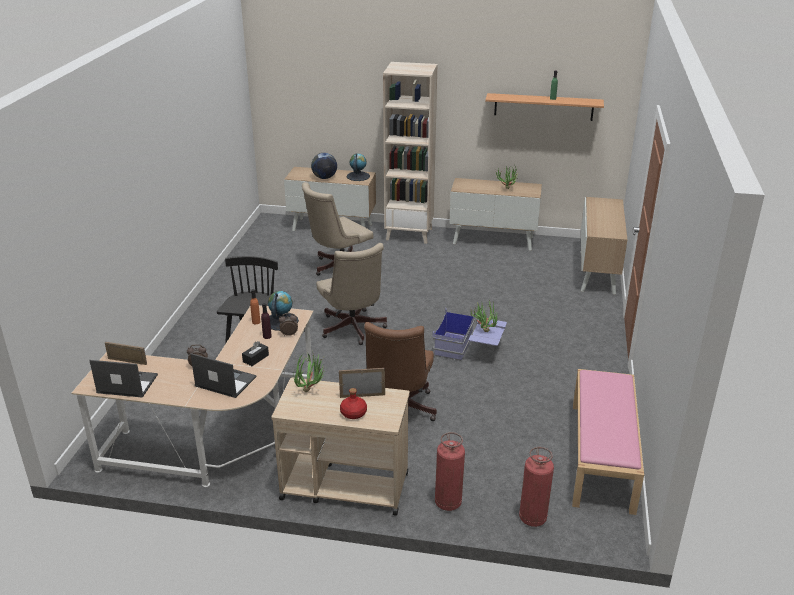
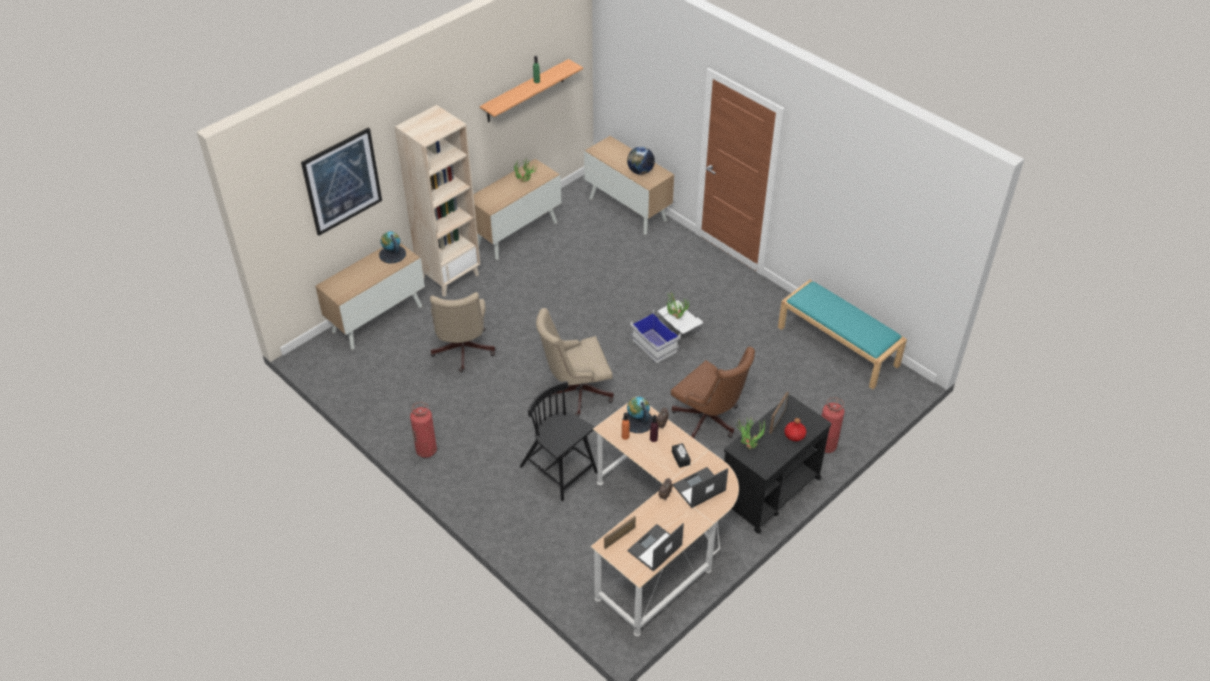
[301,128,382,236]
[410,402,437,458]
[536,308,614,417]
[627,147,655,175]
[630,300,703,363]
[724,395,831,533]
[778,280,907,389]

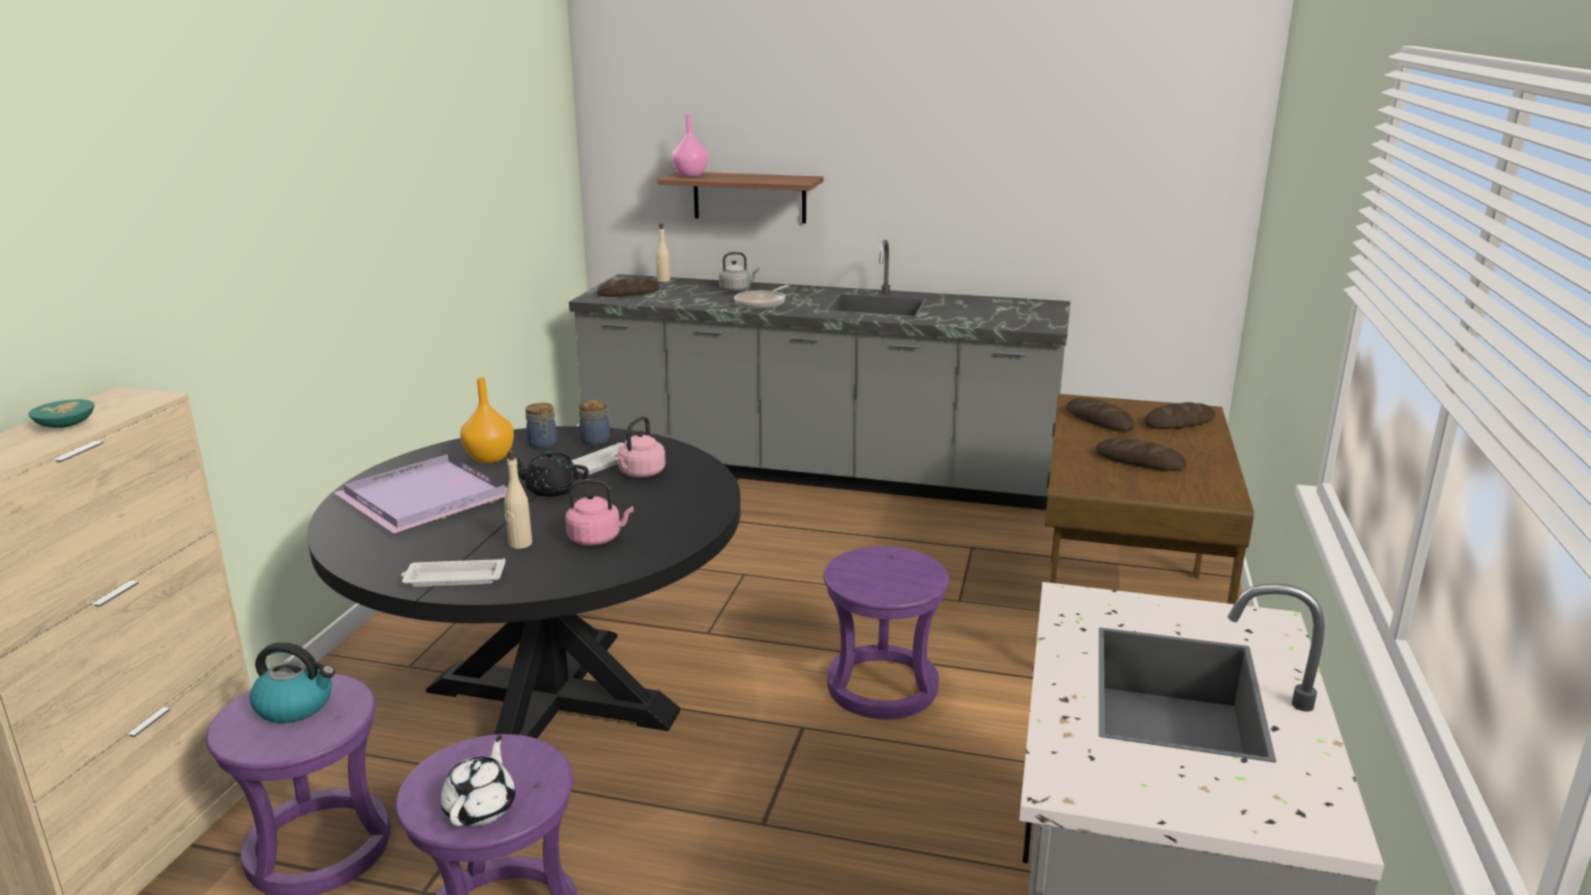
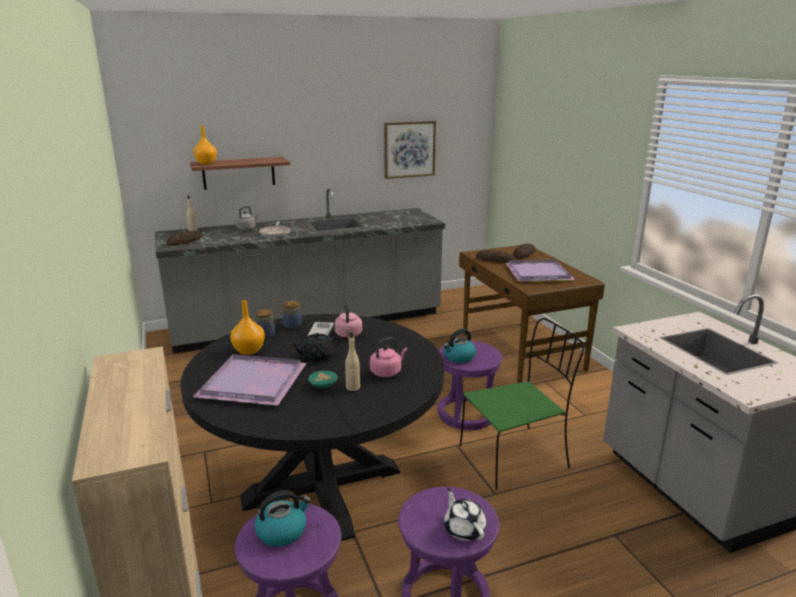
[193,126,217,164]
[308,371,338,388]
[384,121,436,179]
[443,329,476,363]
[460,318,585,490]
[505,259,575,282]
[401,558,506,587] (first image)

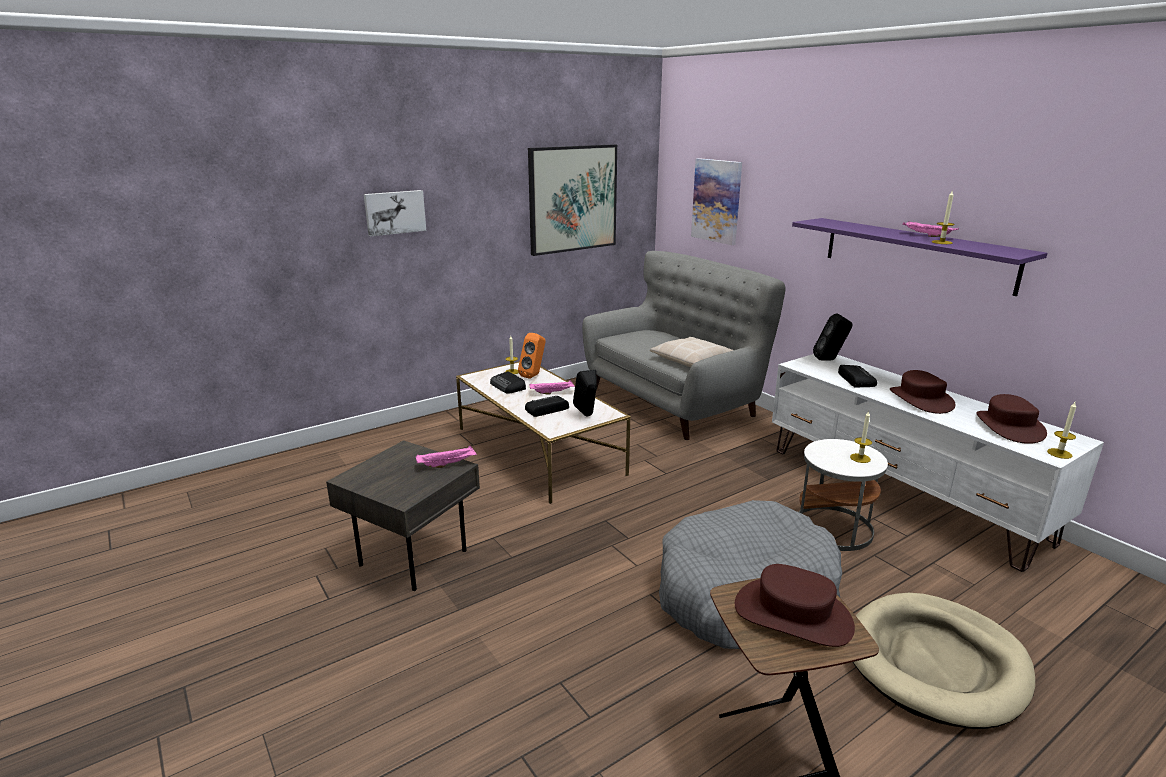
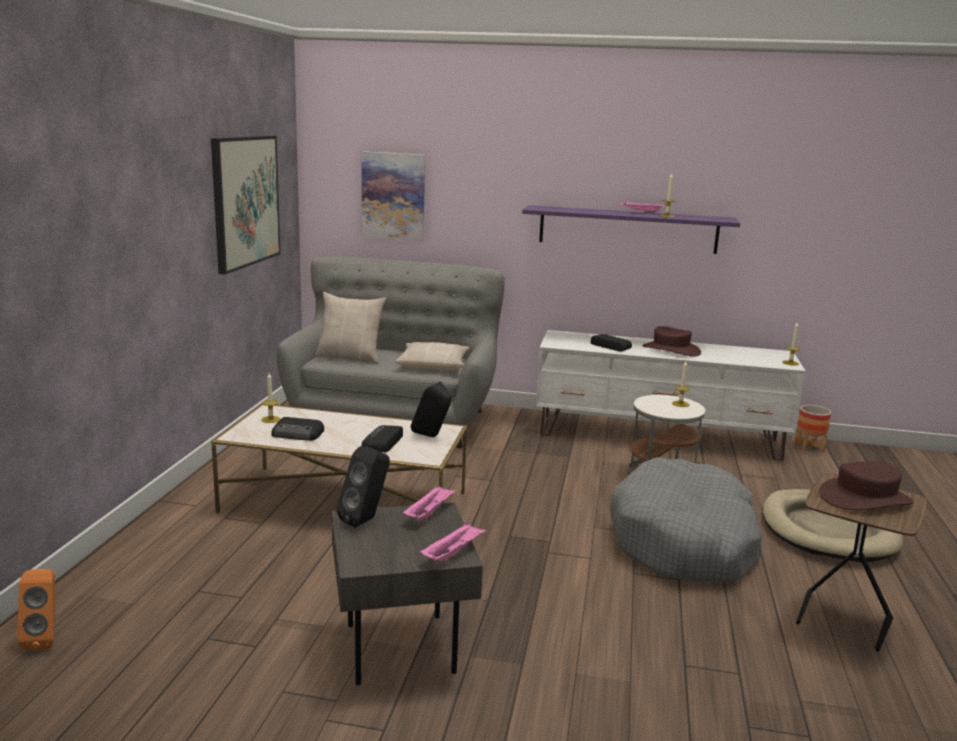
[17,569,55,651]
[315,292,386,363]
[337,446,390,528]
[420,522,487,562]
[794,405,831,452]
[364,190,426,237] (first image)
[976,394,1047,444] (first image)

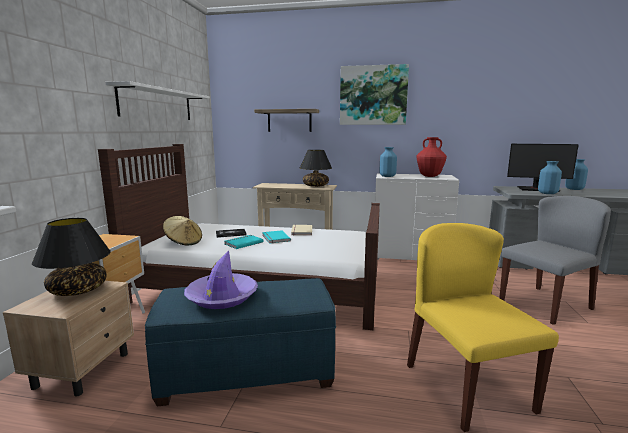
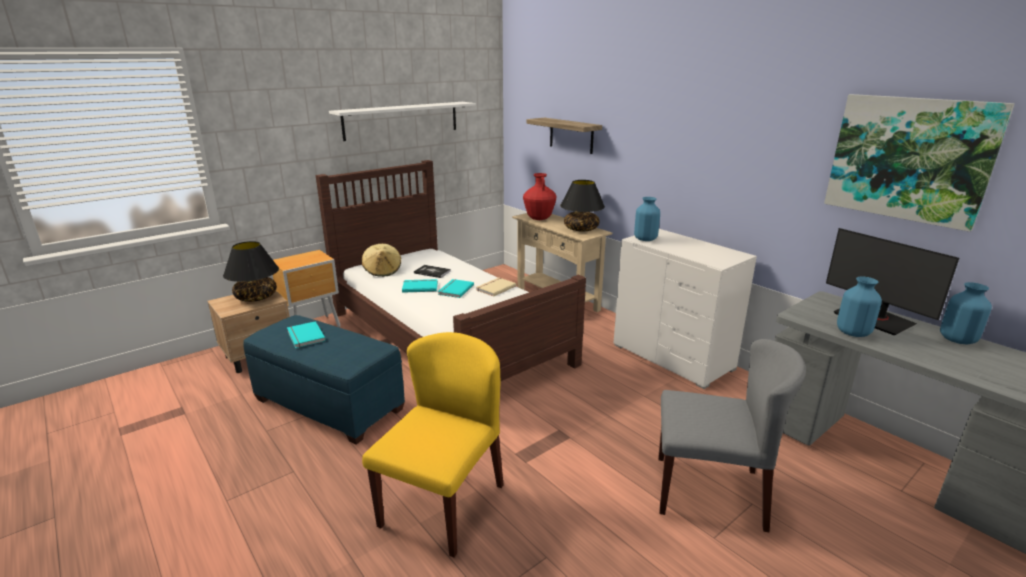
[287,321,326,348]
[523,173,556,220]
[824,94,1015,232]

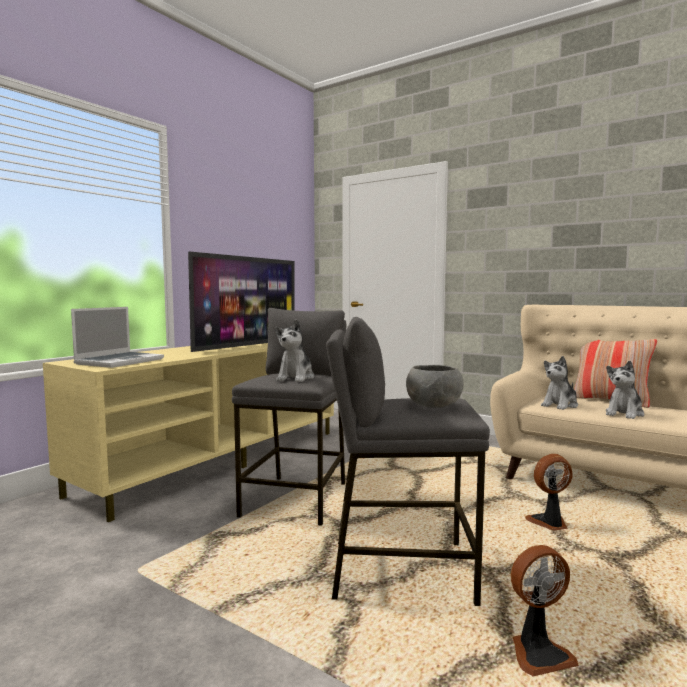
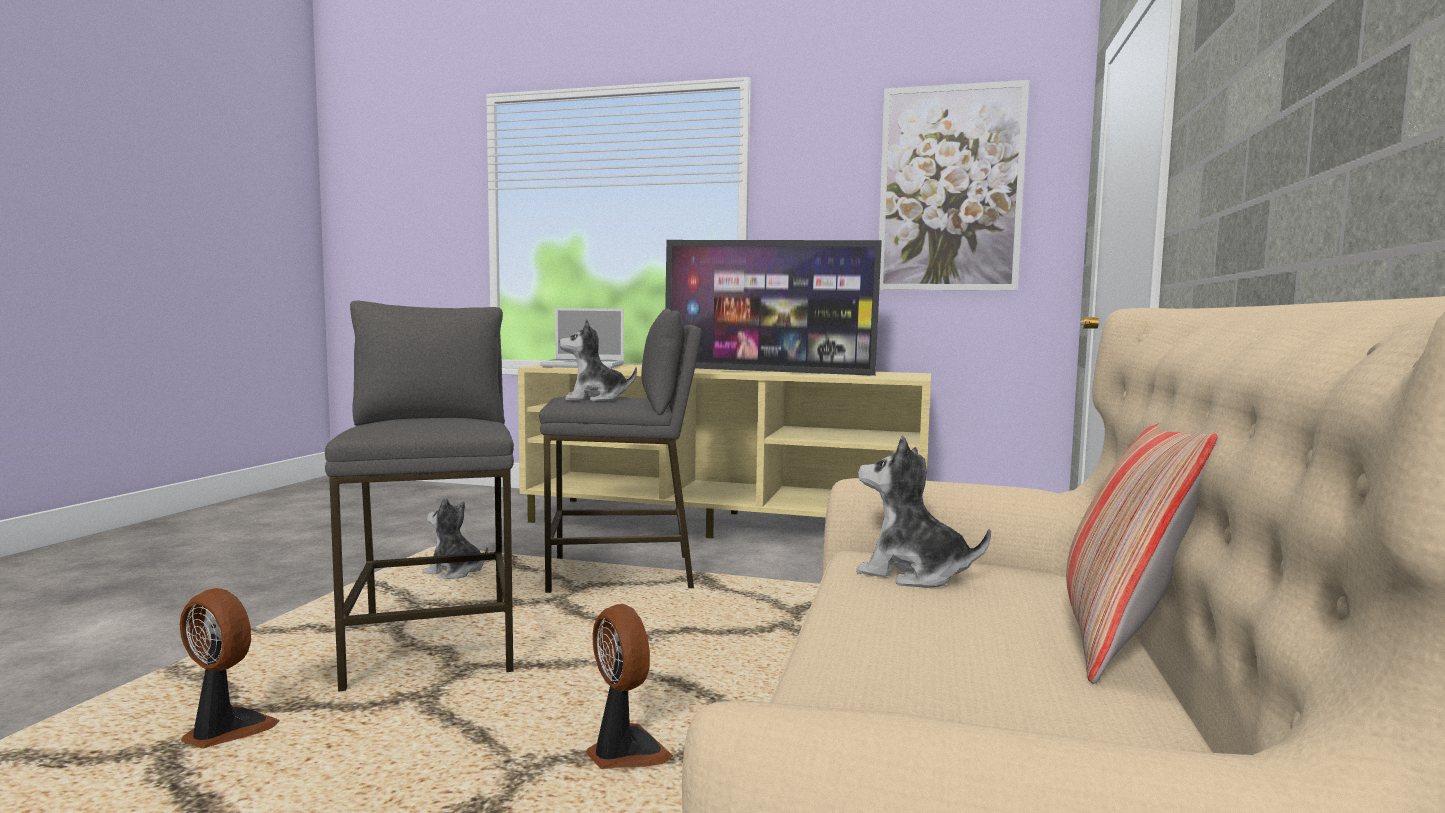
[180,588,280,749]
[423,497,488,579]
[879,80,1029,290]
[406,365,464,408] (first image)

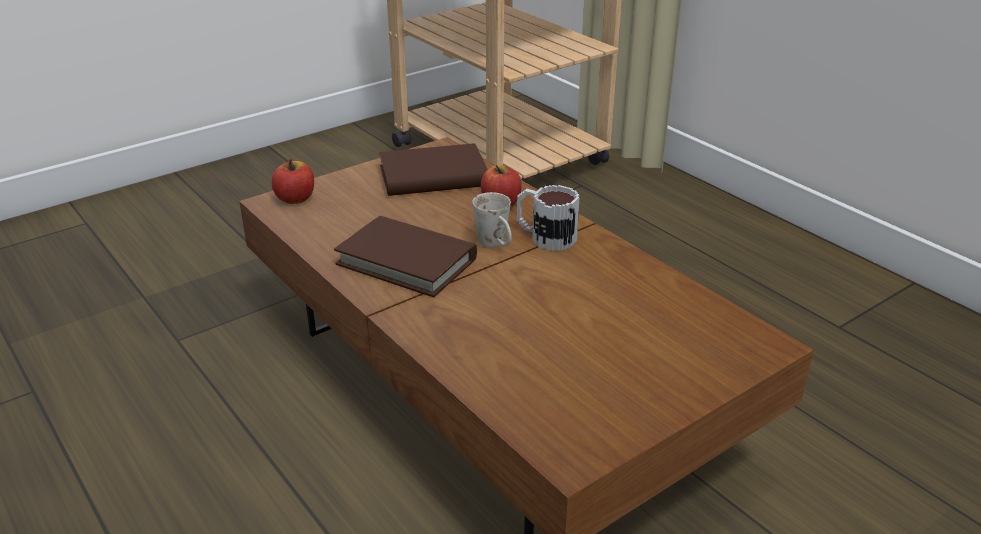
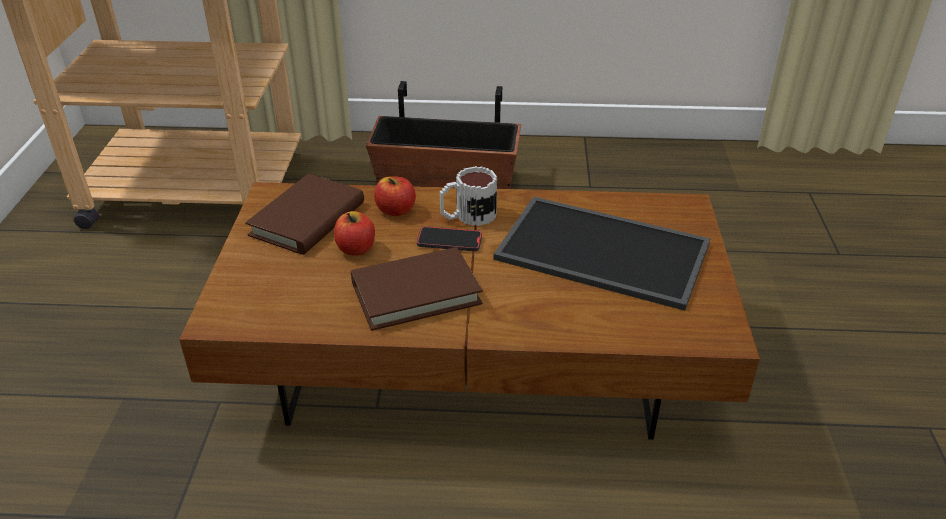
[334,211,375,256]
[366,81,521,189]
[417,226,482,251]
[493,197,710,311]

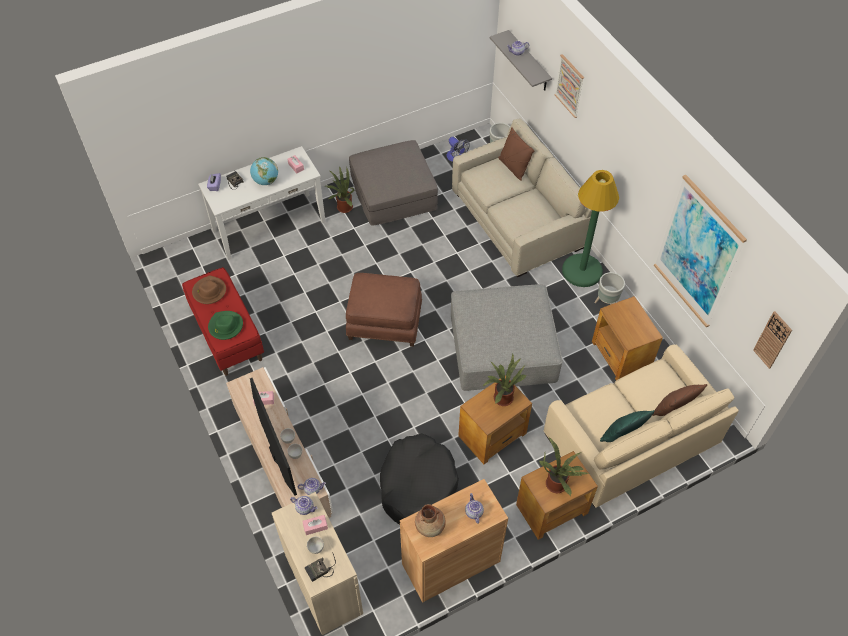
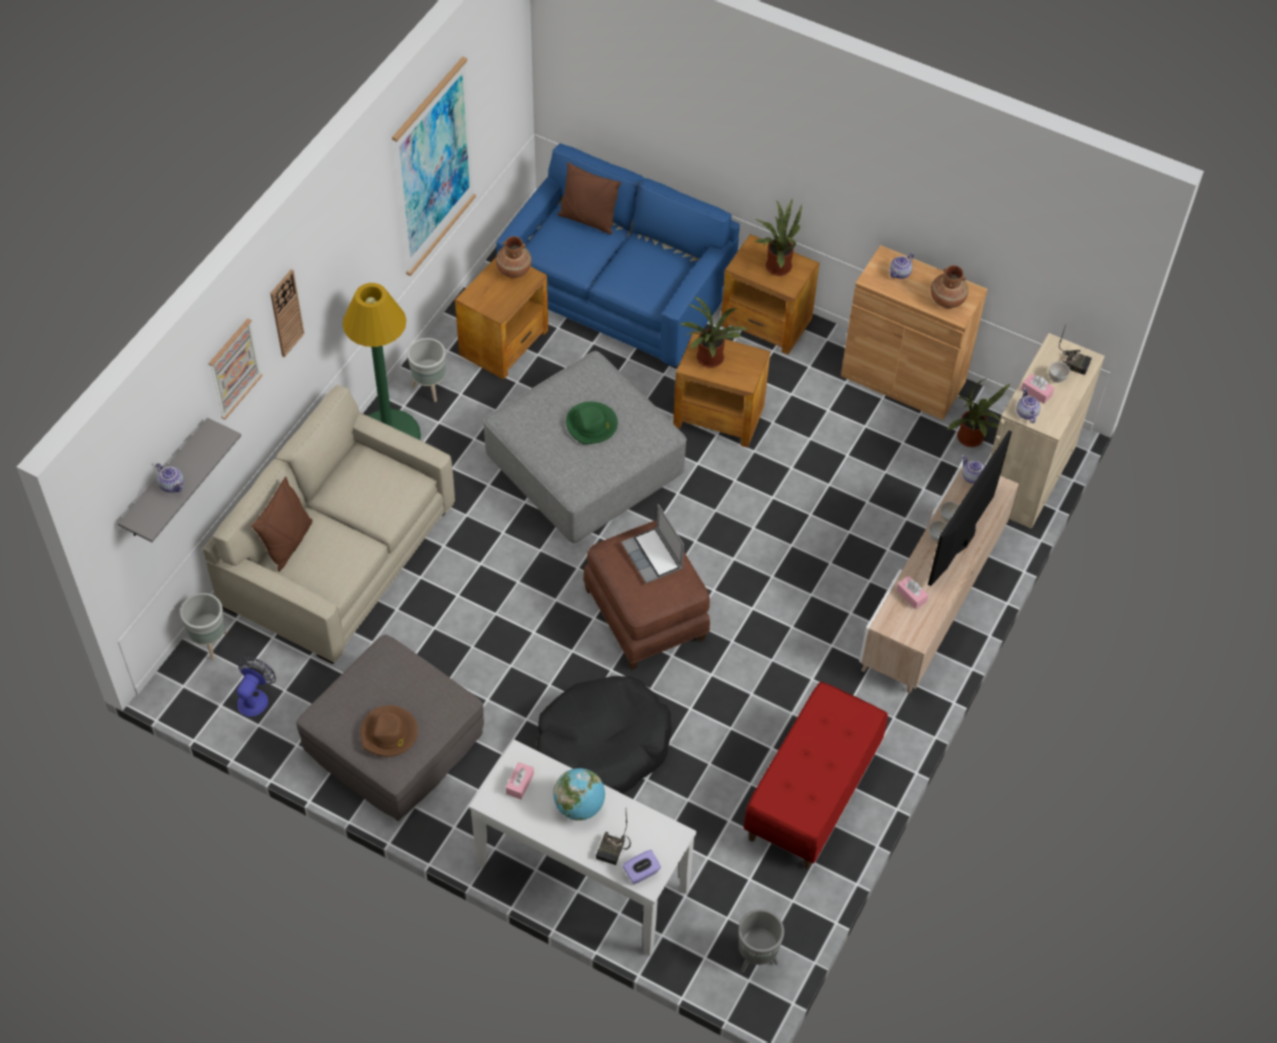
[270,269,304,357]
[360,705,418,757]
[496,143,740,369]
[496,236,532,278]
[536,676,672,794]
[566,402,618,444]
[621,504,684,584]
[738,909,784,973]
[947,377,1010,447]
[600,410,655,442] (first image)

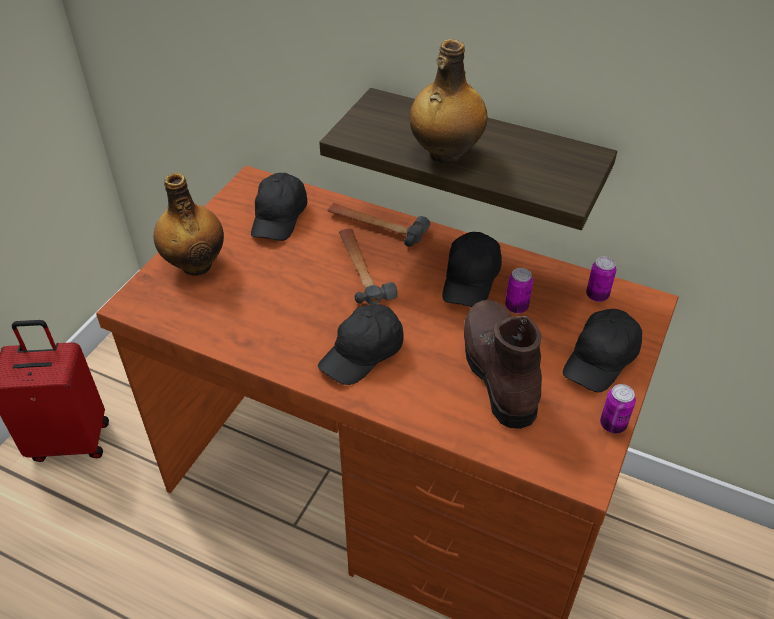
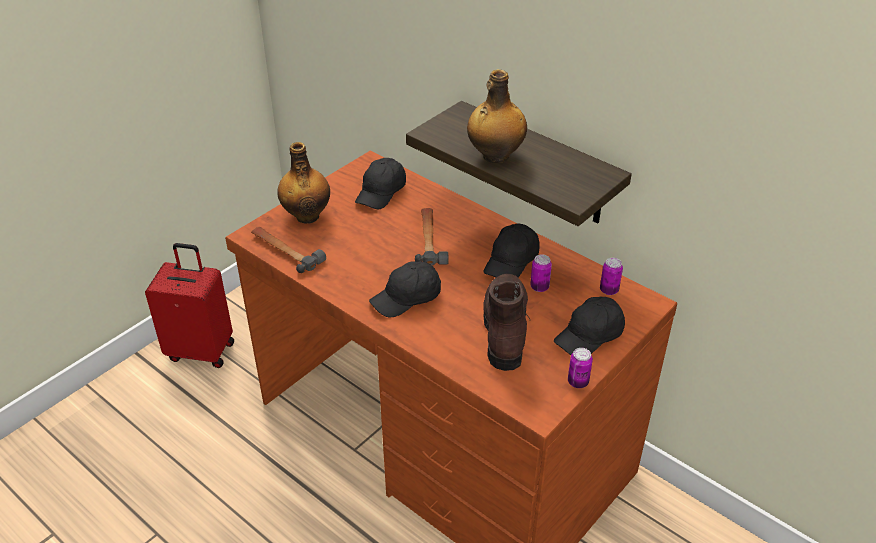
[251,227,326,273]

